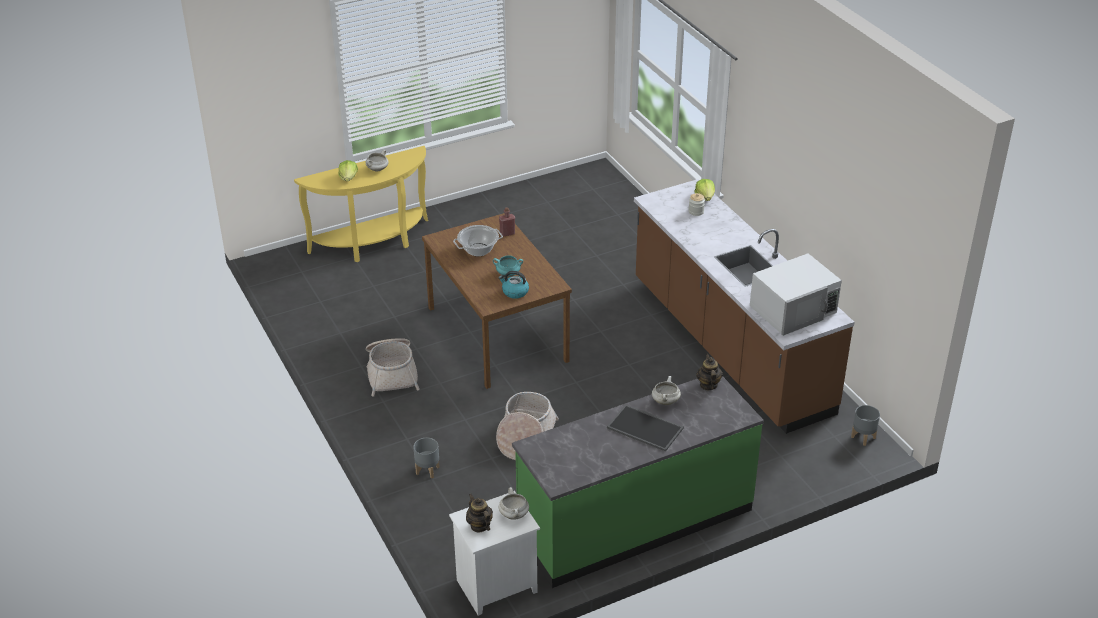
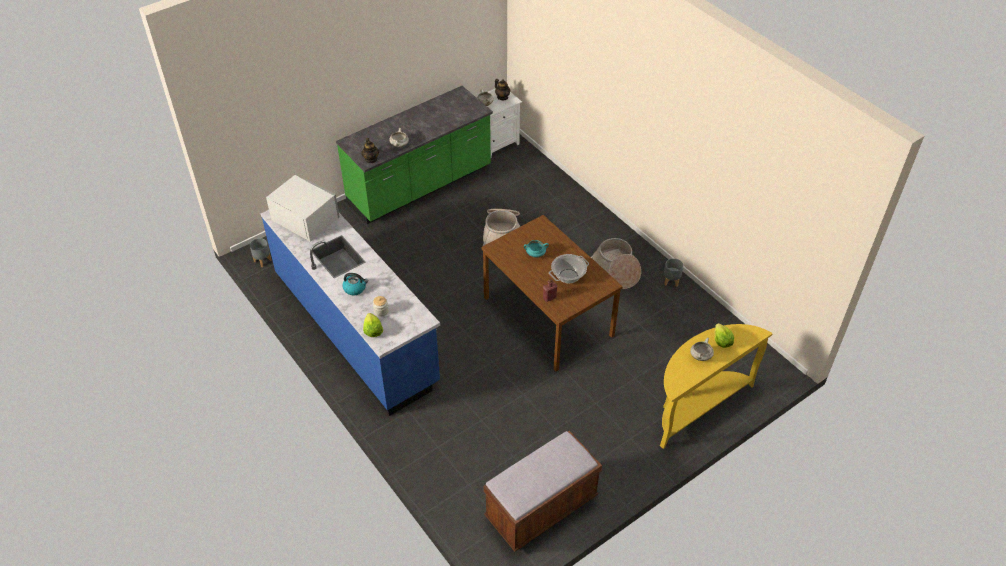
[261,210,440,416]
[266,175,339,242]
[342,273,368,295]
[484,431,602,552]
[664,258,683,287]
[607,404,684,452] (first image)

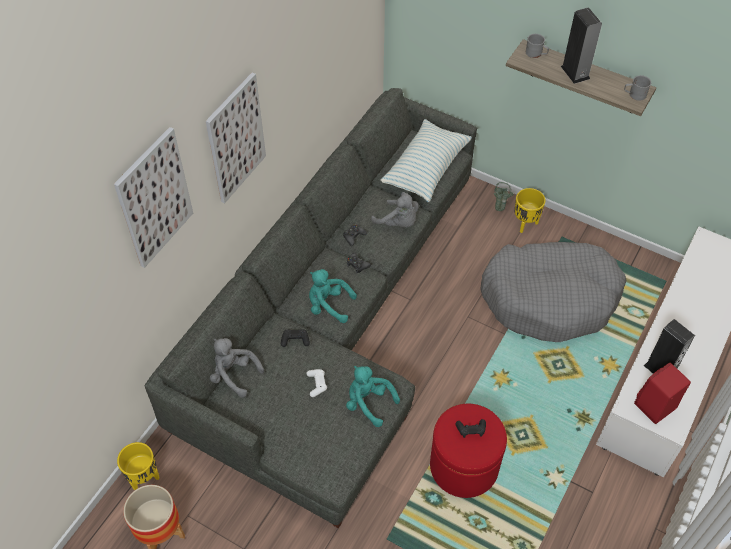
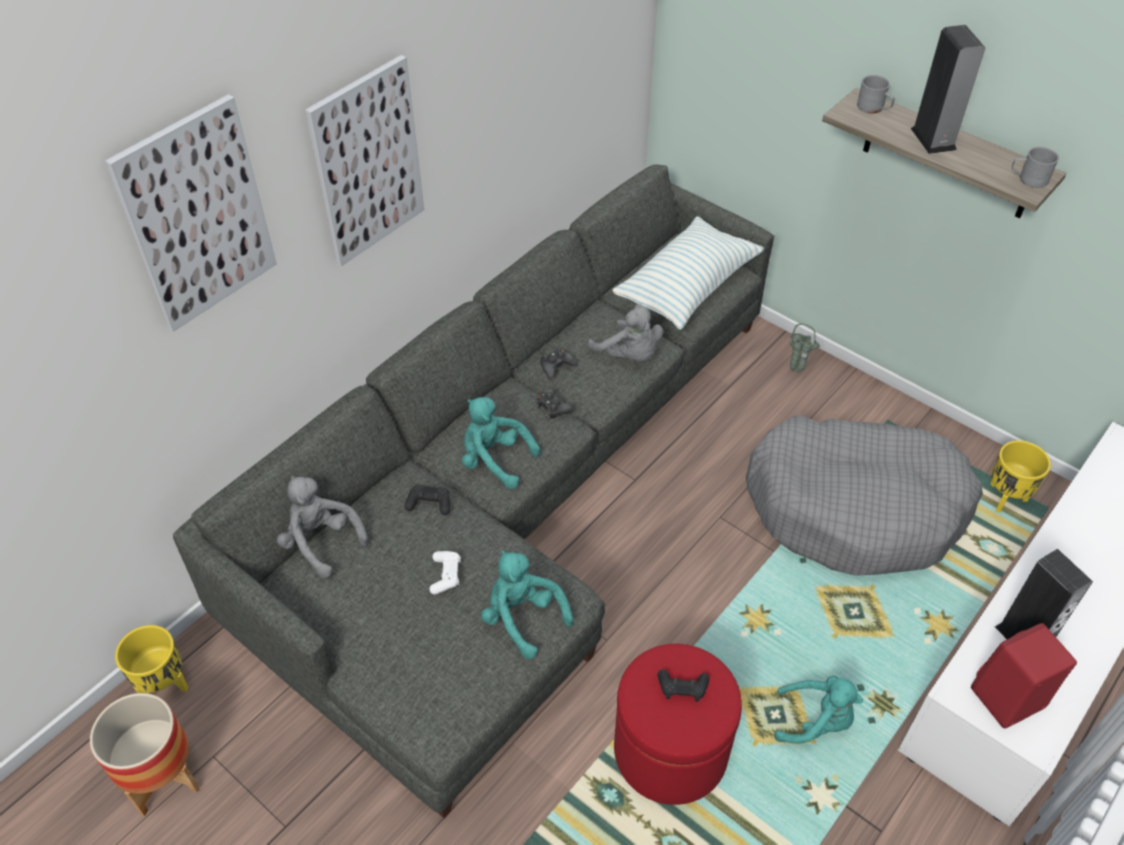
[774,675,863,743]
[990,440,1051,513]

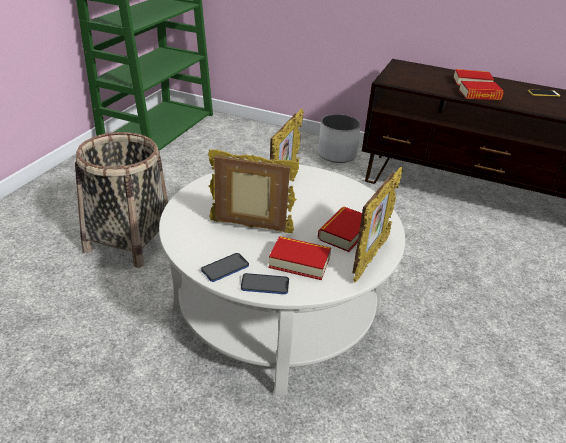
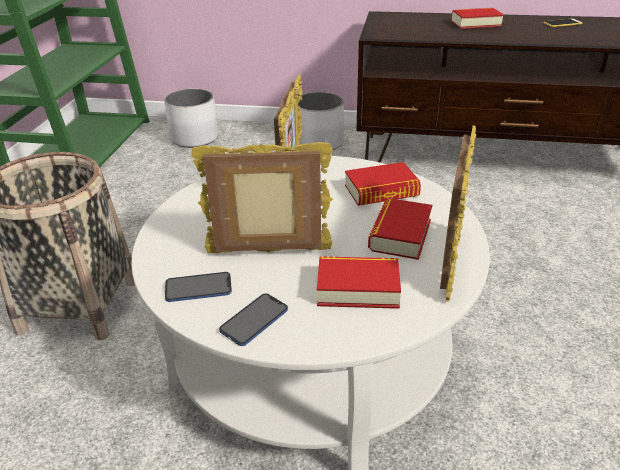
[164,89,218,148]
[165,272,232,302]
[345,162,421,206]

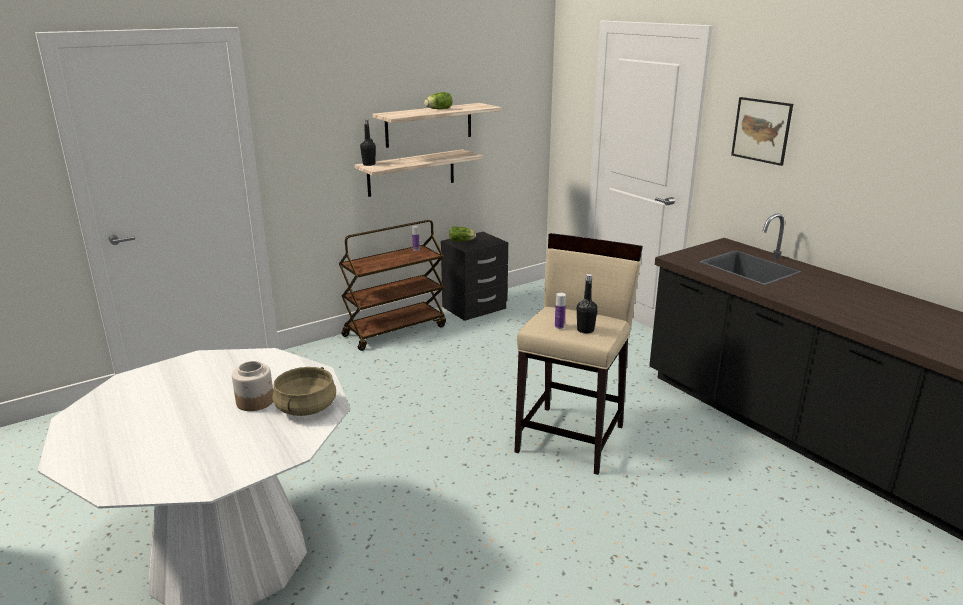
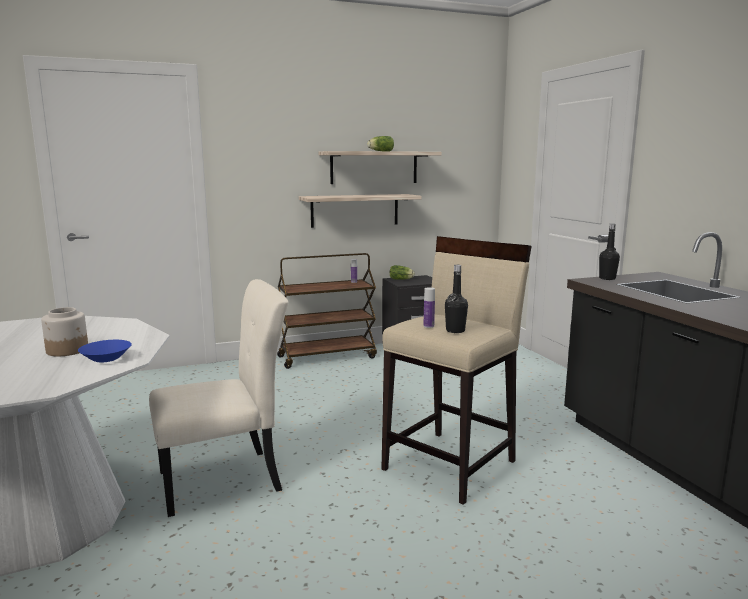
[78,340,132,362]
[149,279,289,517]
[599,224,620,280]
[731,97,793,166] (first image)

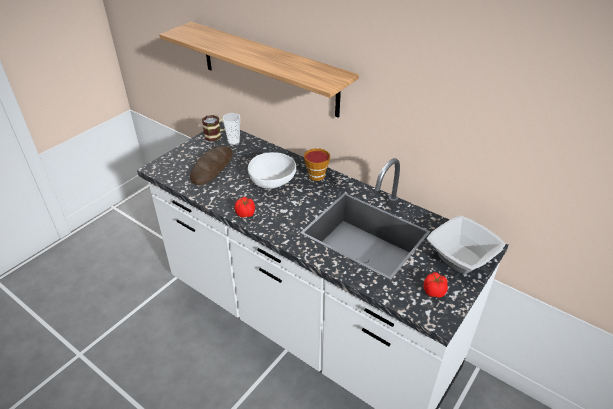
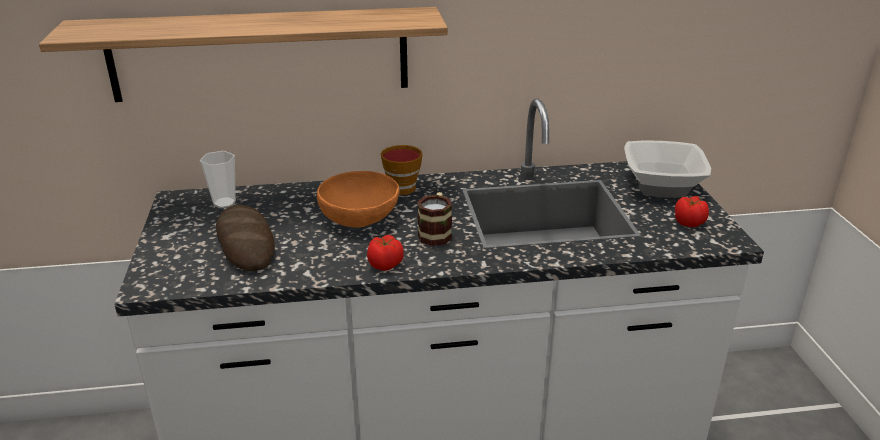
[317,171,400,228]
[417,192,452,246]

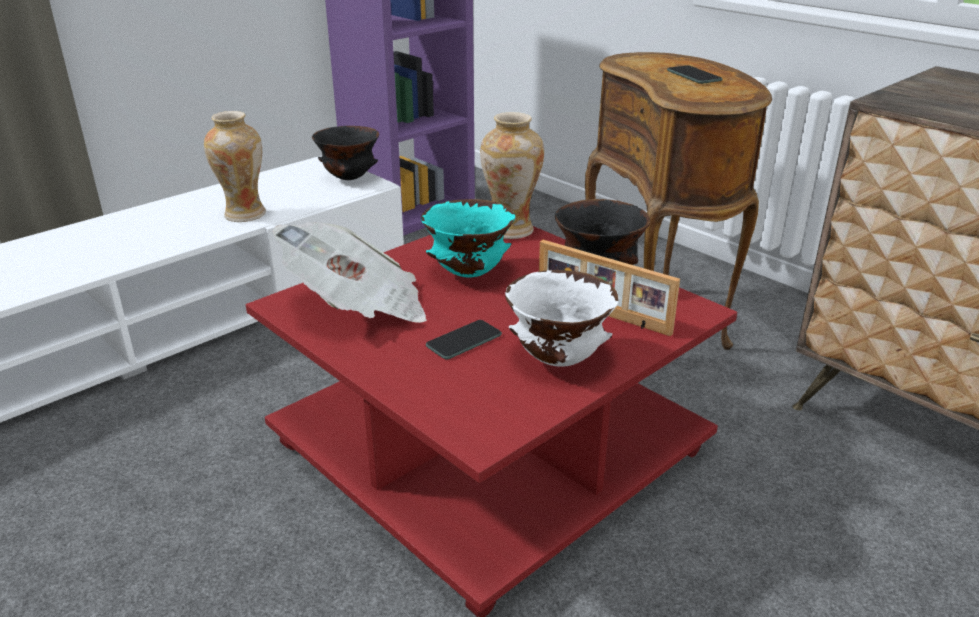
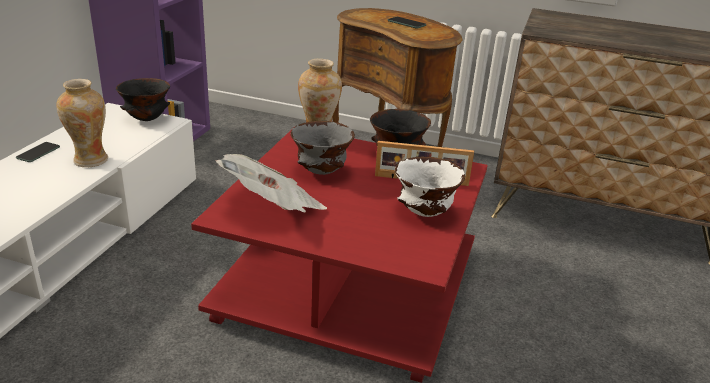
[16,142,60,162]
[291,121,355,175]

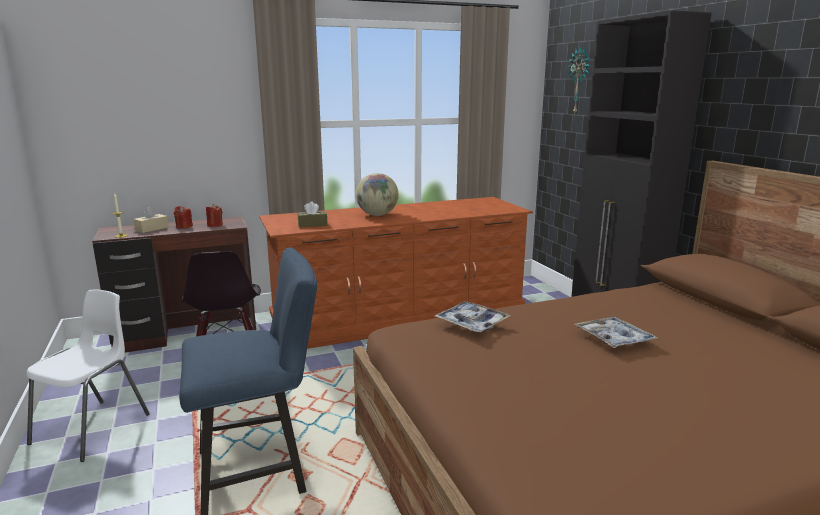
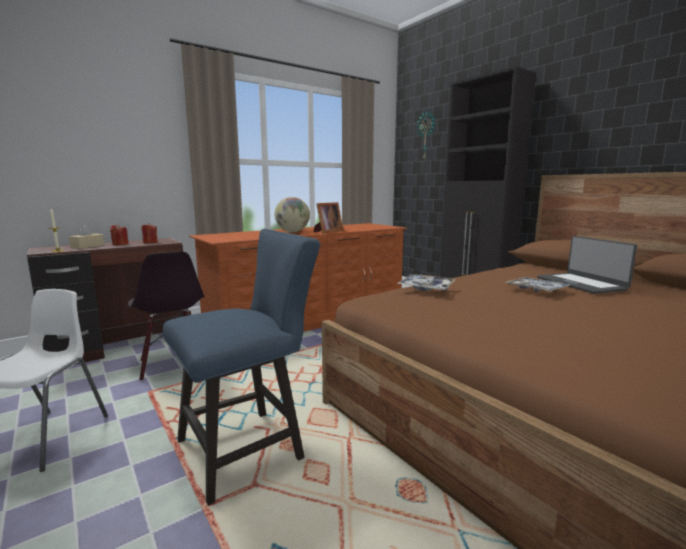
[313,202,344,233]
[537,236,637,294]
[298,201,327,228] (first image)

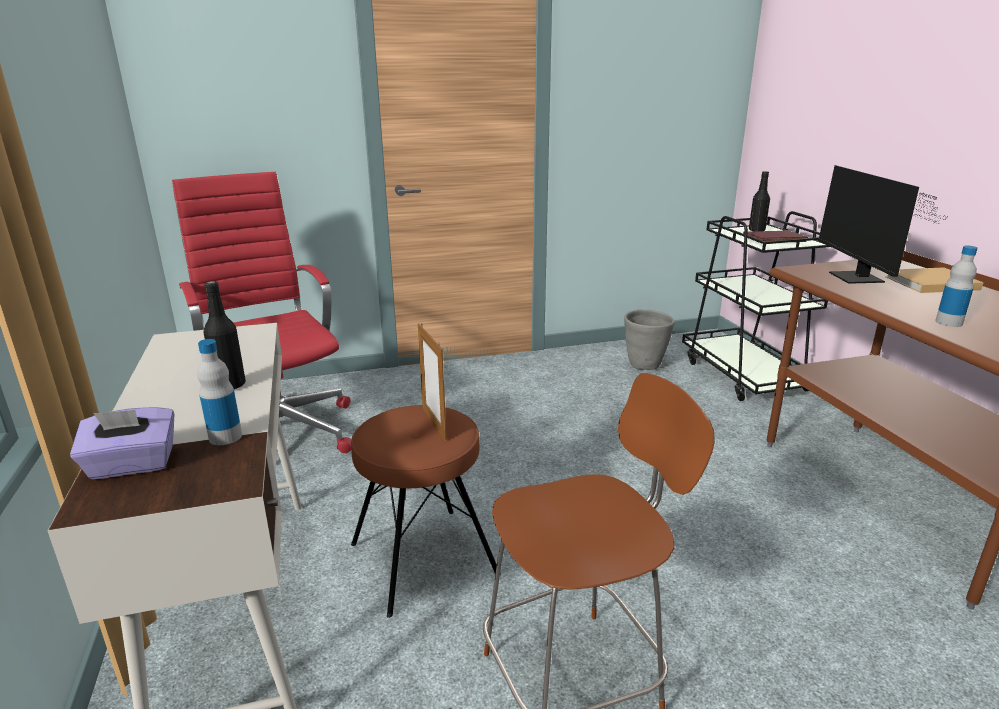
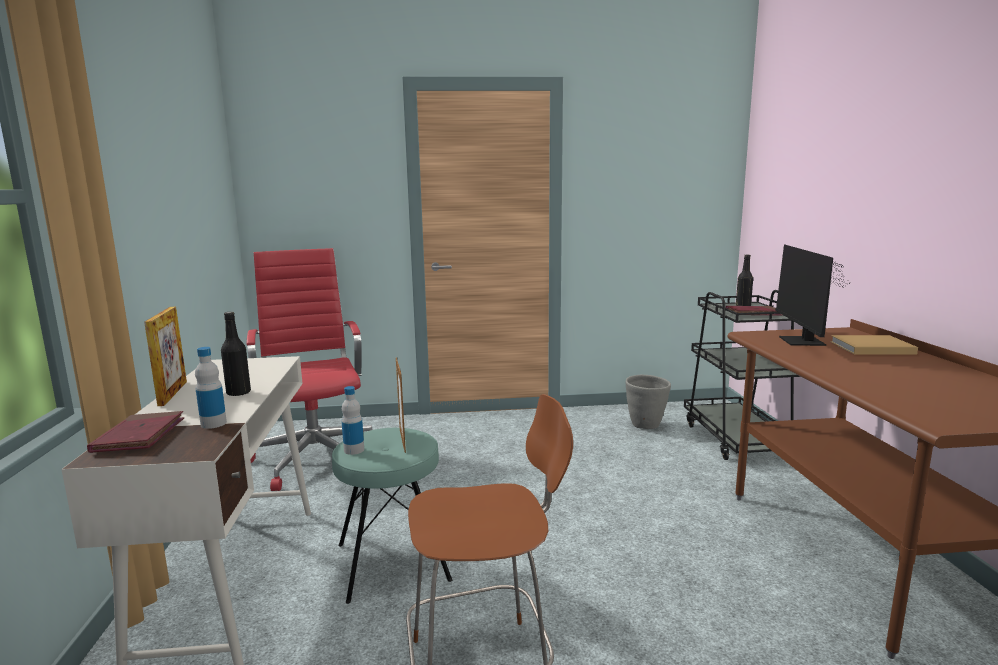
[87,411,184,453]
[144,307,187,406]
[332,428,452,604]
[342,386,364,455]

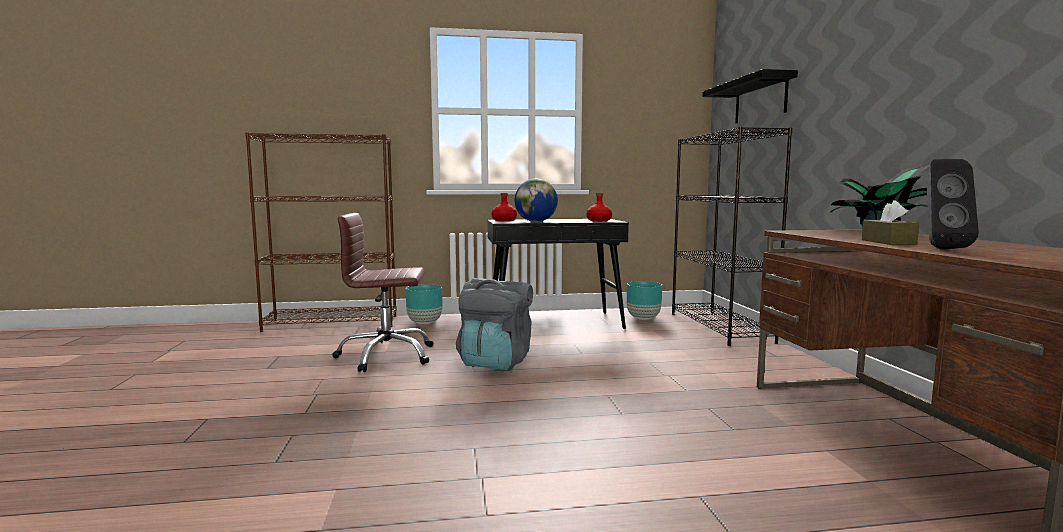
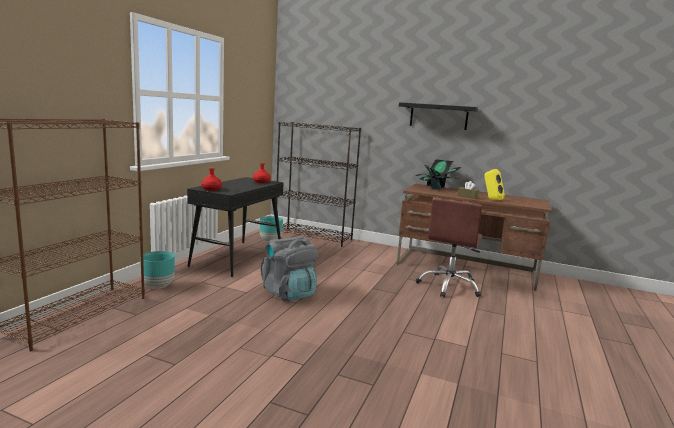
[399,102,478,130]
[416,198,482,298]
[485,169,505,200]
[515,179,558,222] (first image)

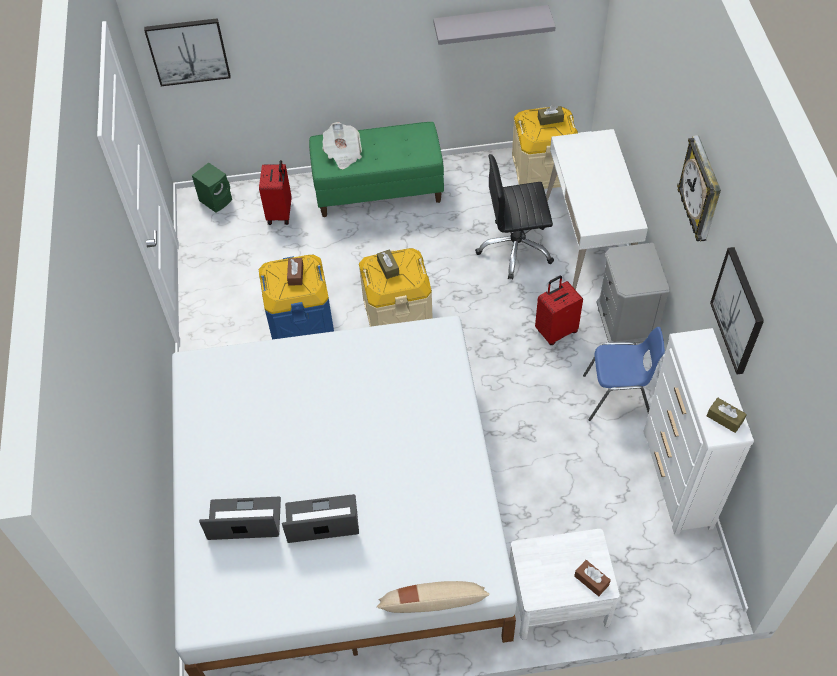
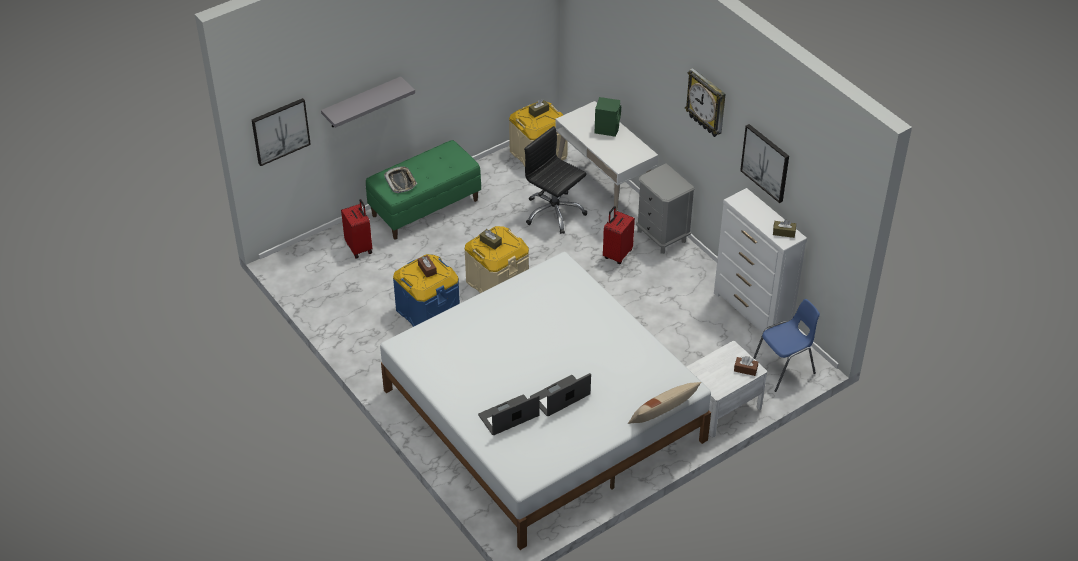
[321,76,415,128]
[384,166,417,193]
[524,126,587,234]
[595,97,621,137]
[753,299,820,392]

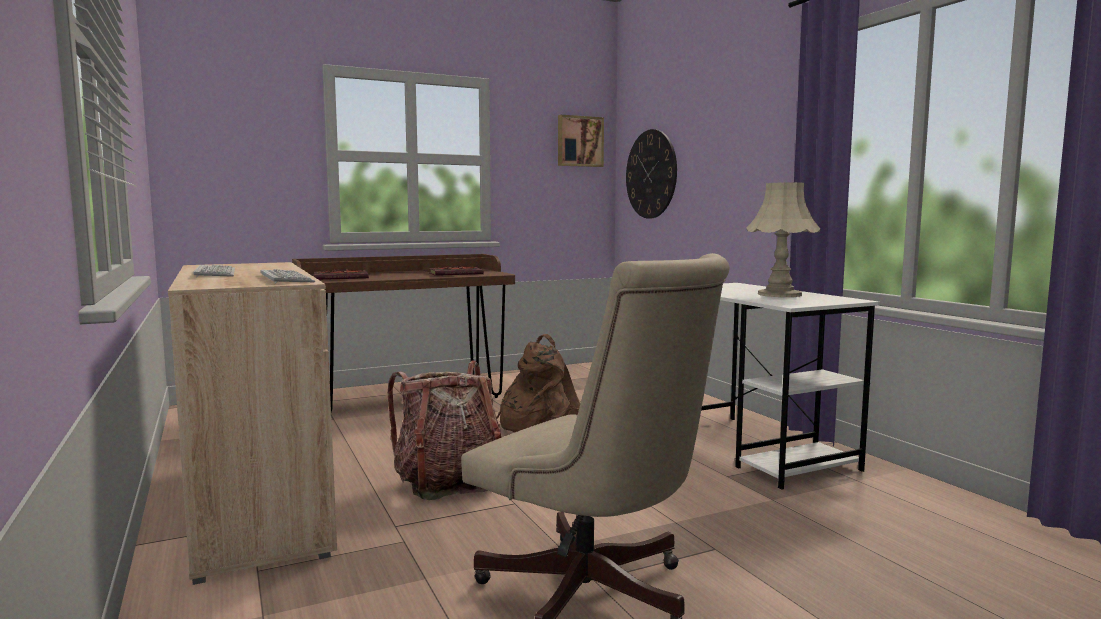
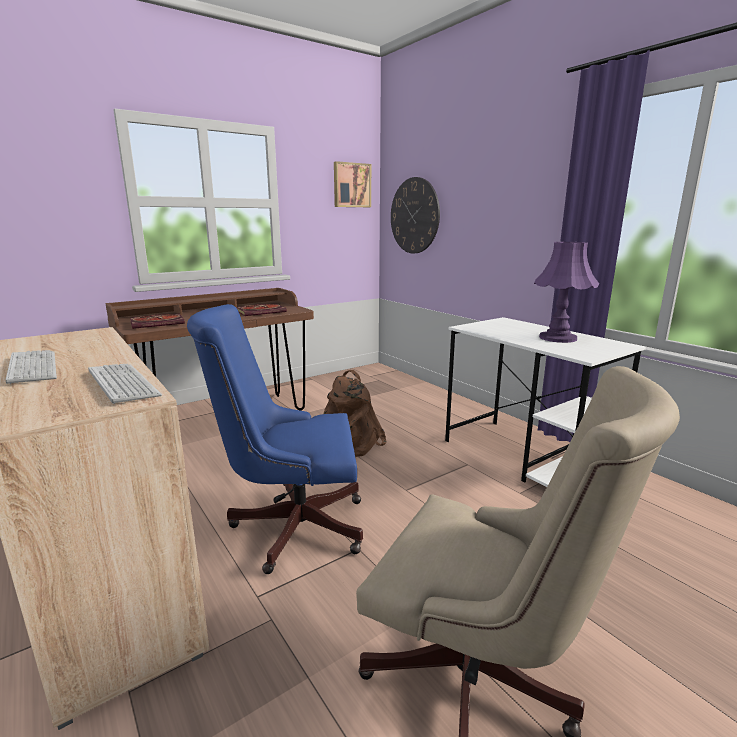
[187,304,363,574]
[534,242,599,343]

